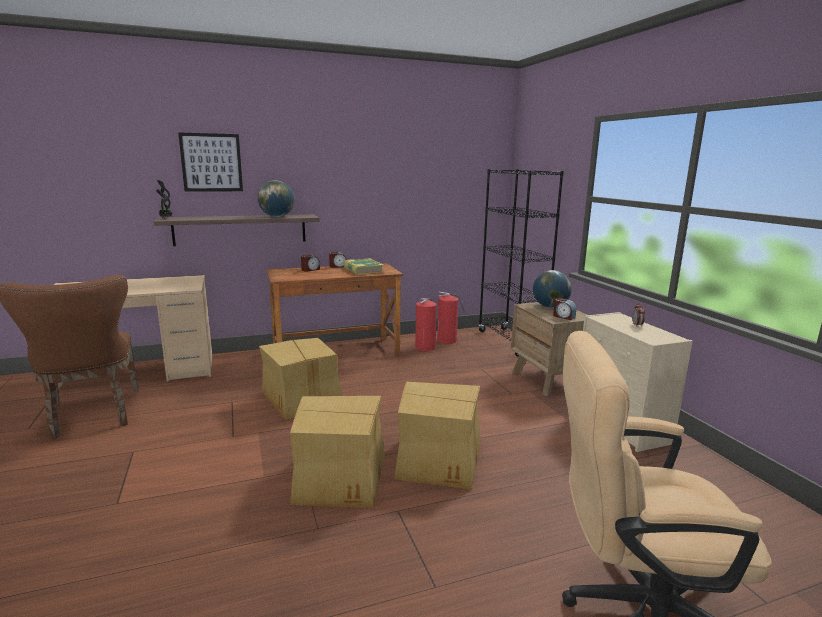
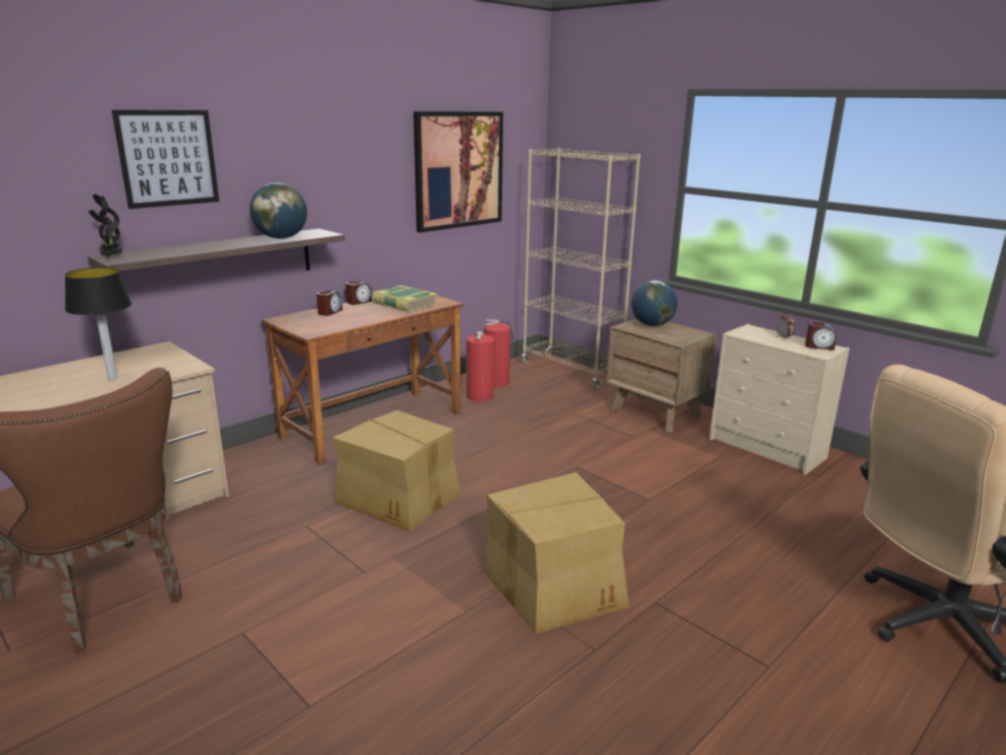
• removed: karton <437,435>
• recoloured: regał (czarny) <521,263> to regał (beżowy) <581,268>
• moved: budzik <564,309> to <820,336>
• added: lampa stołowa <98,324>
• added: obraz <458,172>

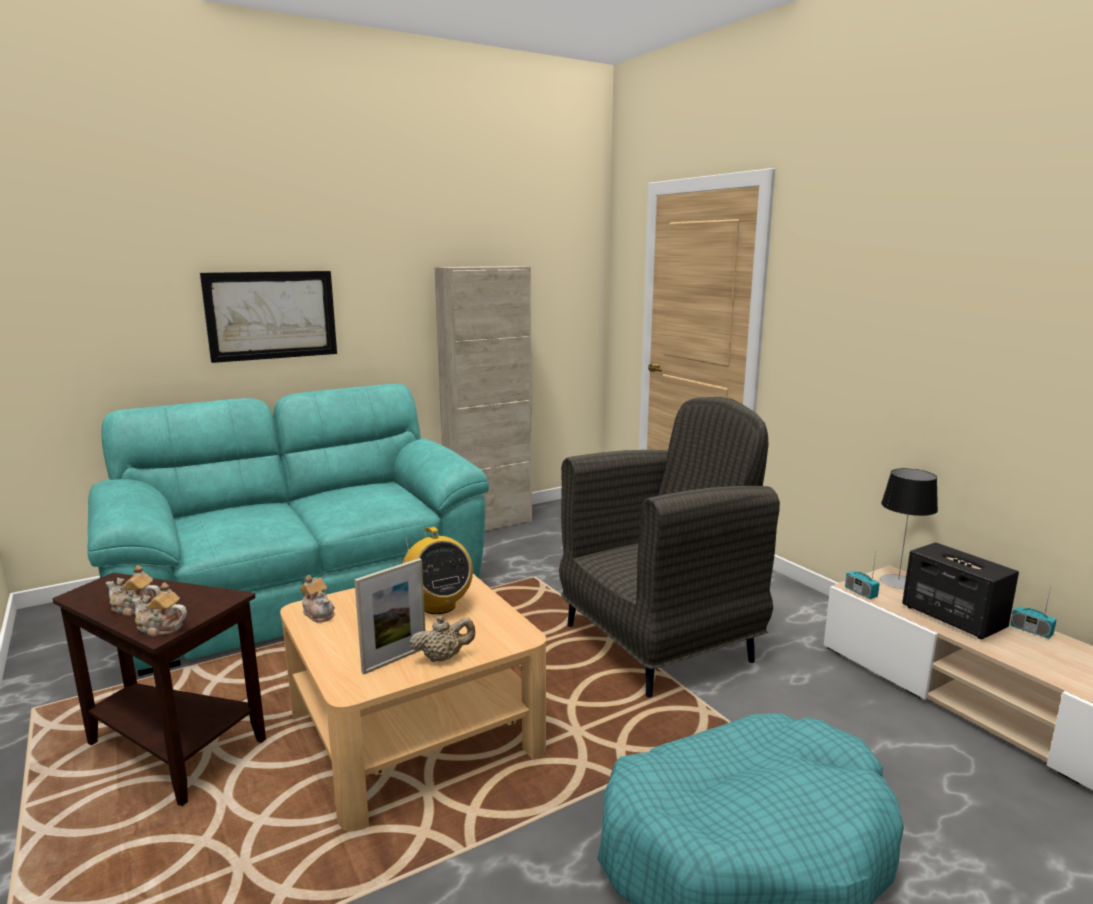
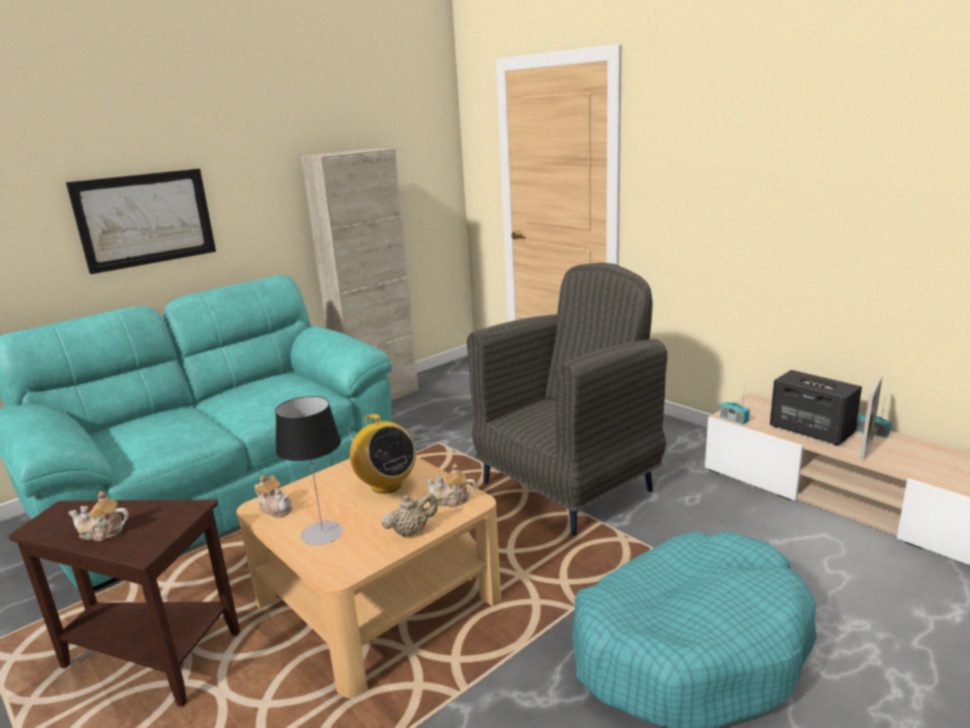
• moved: imbryk <159,609> to <450,485>
• moved: ramka na zdjęcie <389,616> to <870,419>
• moved: lampa stołowa <909,528> to <309,470>

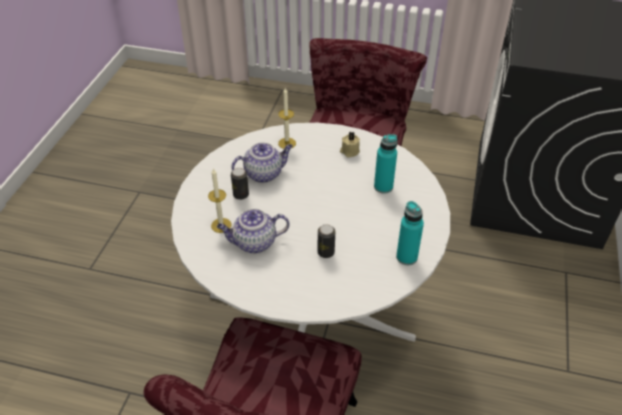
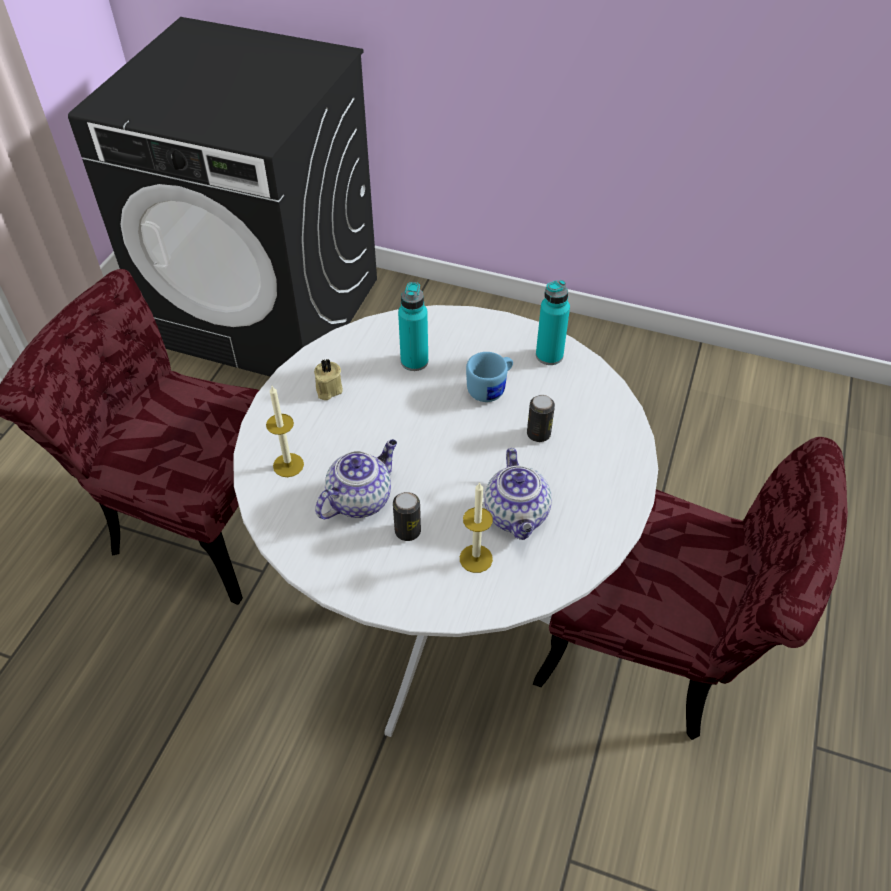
• turned: imbryk <262,163> = <356,479> 60 degrees clockwise
• added: kubek (niebieski) <489,377>

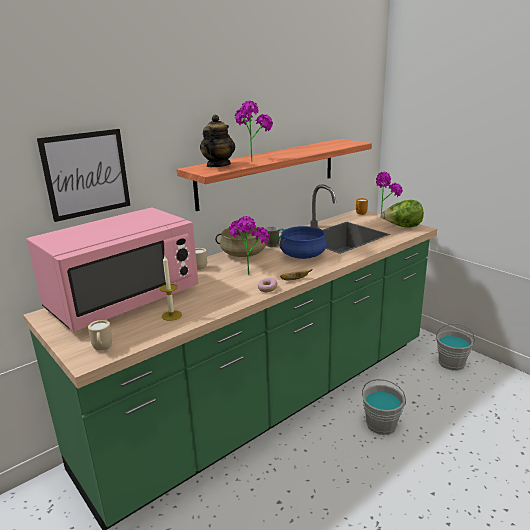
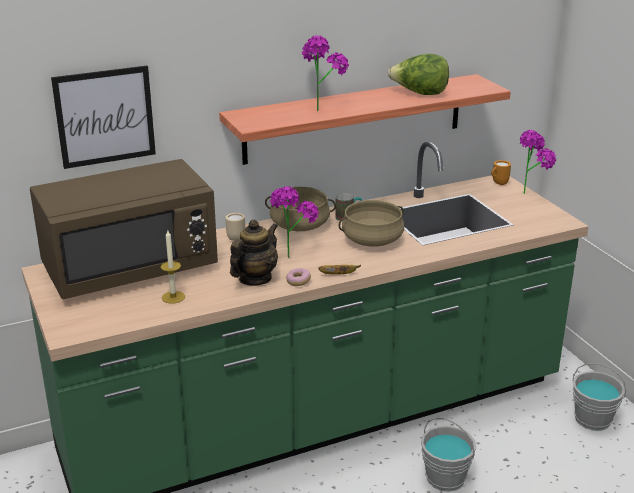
• recoloured: mikrofalówka (różowy) <112,269> to mikrofalówka (brązowy) <124,229>
• removed: kubek (beżowy) <100,335>
• moved: imbryk <217,140> to <254,252>
• recoloured: garnek (niebieski) <303,242> to garnek (beżowy) <371,223>
• moved: sałata <402,214> to <418,74>

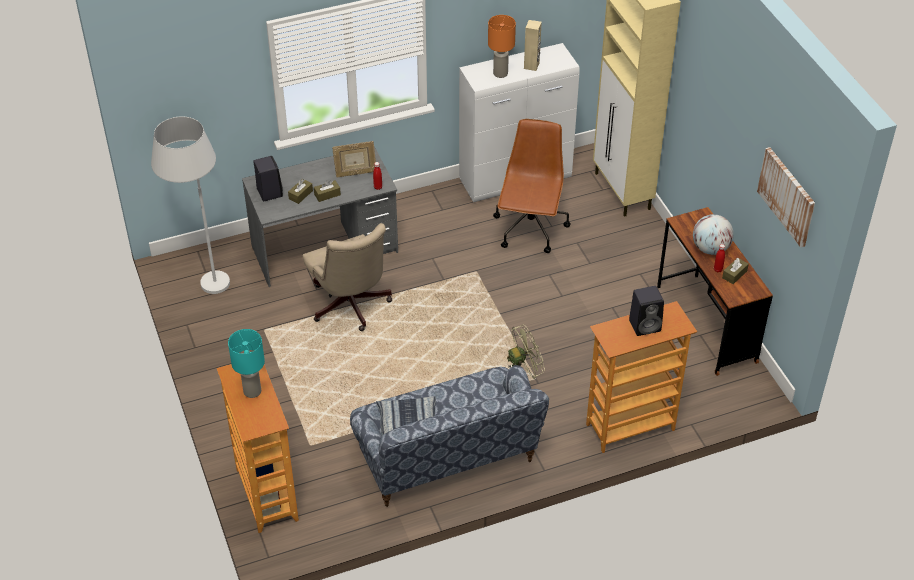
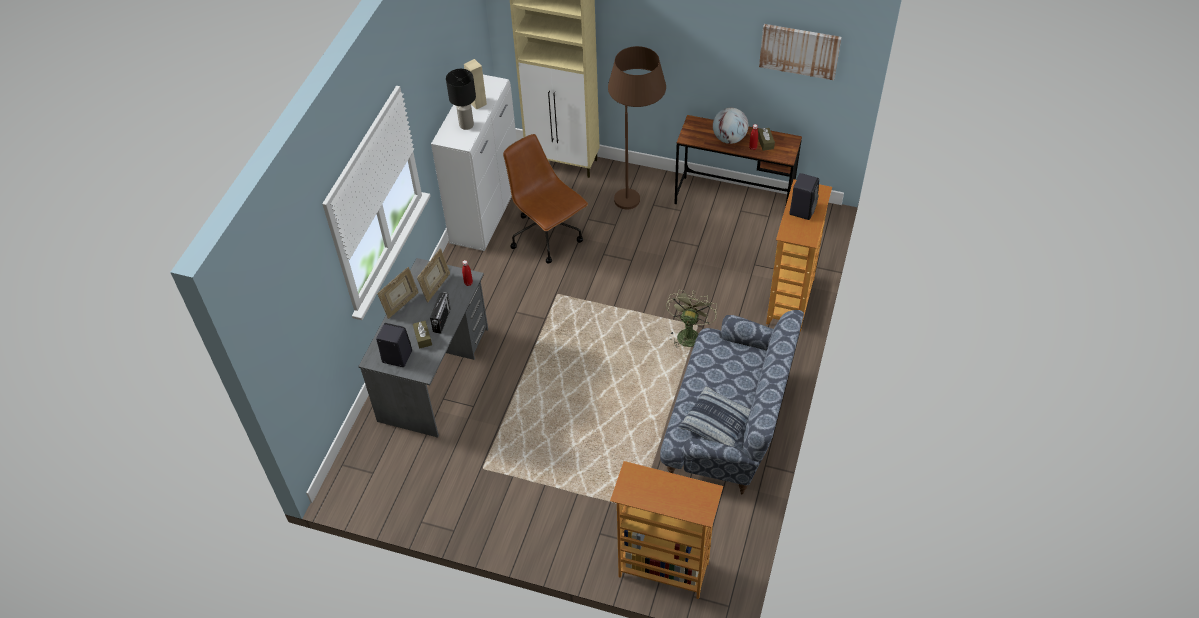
• removed: lampa stojąca (biały) <190,205>
• removed: lampa stołowa (turkusowy) <246,363>
• removed: krzesło biurowe (beżowy) <348,277>
• replaced: pudełko chusteczek (brązowy) <327,191> to radio <440,313>
• recoloured: lampa stołowa (pomarańczowy) <502,46> to lampa stołowa (czarny) <461,99>
• added: ramka na zdjęcie <397,293>
• added: lampa stojąca (brązowy) <637,127>

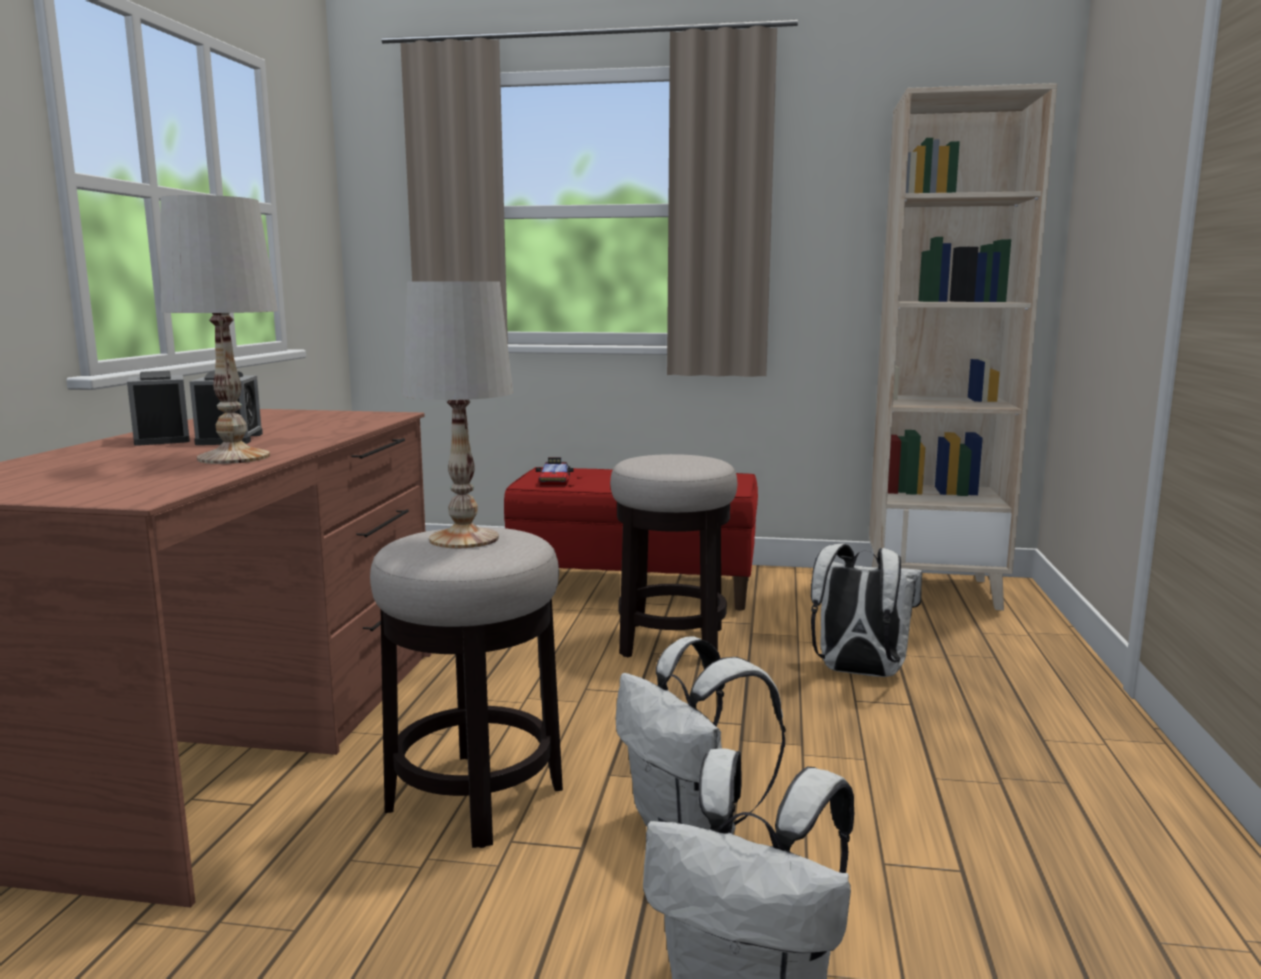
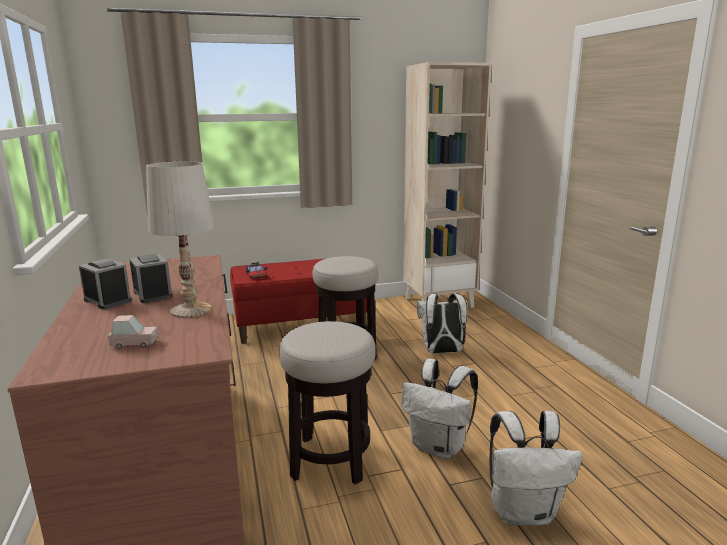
• removed: lampa stołowa (biały) <457,414>
• added: samochodzik (różowy) <133,332>

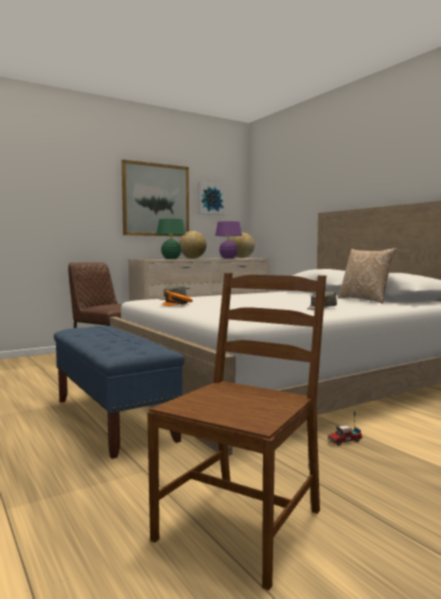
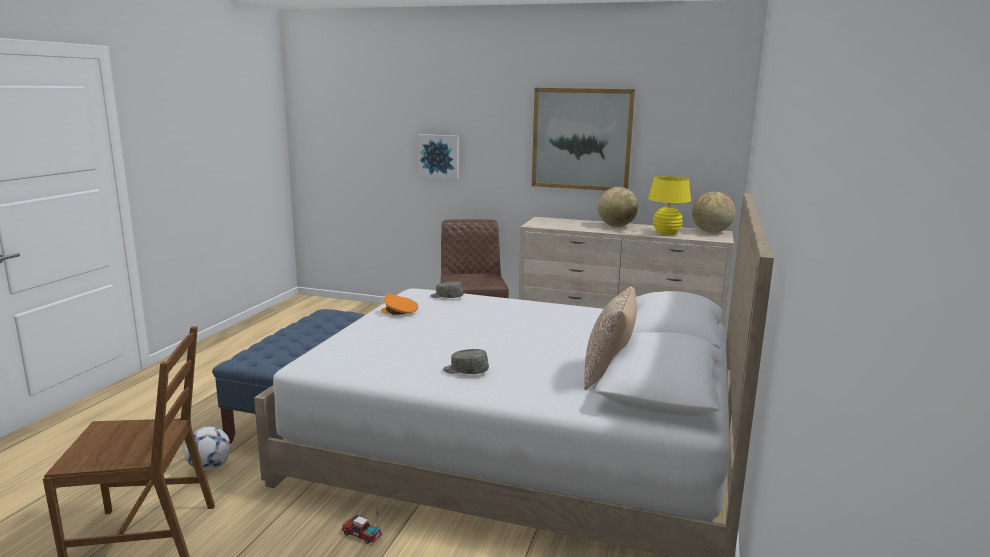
• removed: lampa stołowa (zielony) <171,239>
• moved: obraz <212,198> to <438,156>
• recoloured: lampa stołowa (fioletowy) <228,239> to lampa stołowa (żółty) <669,205>
• added: piłka futbolowa <207,448>

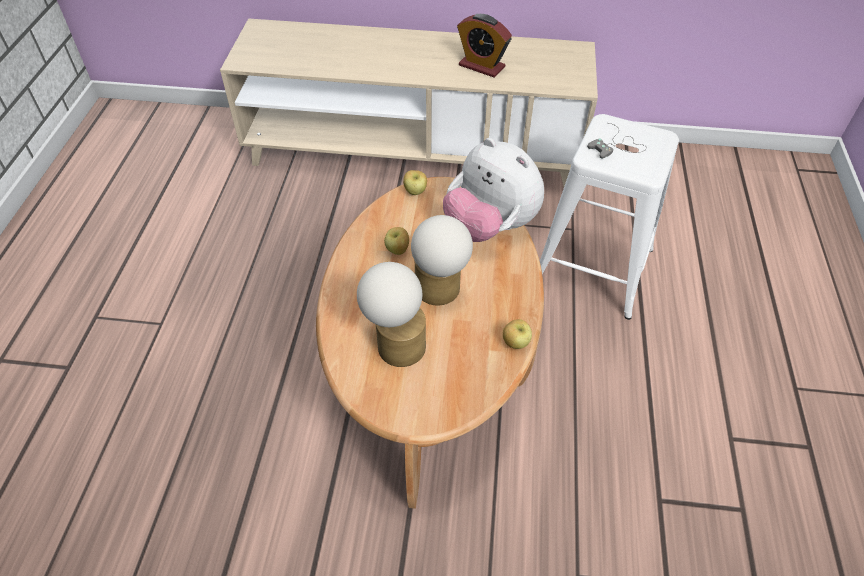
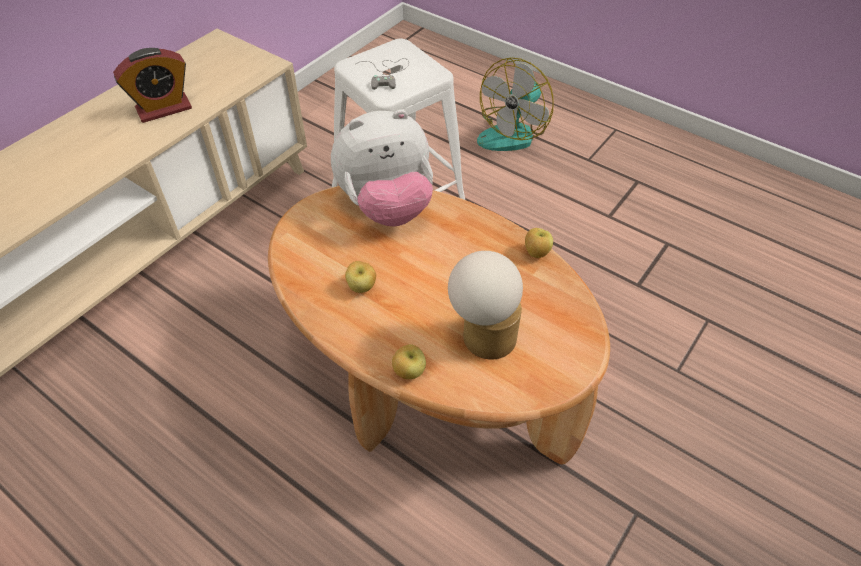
• moved: jabłko <415,182> to <409,361>
• removed: lampa stołowa <442,260>
• added: wentylator <515,104>

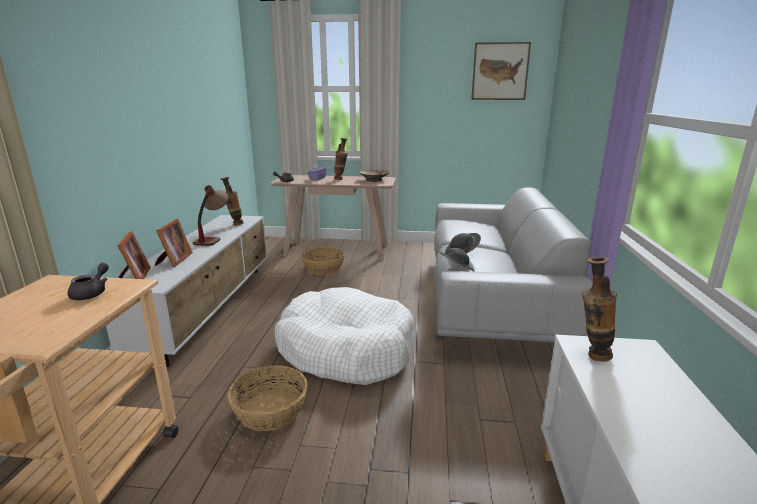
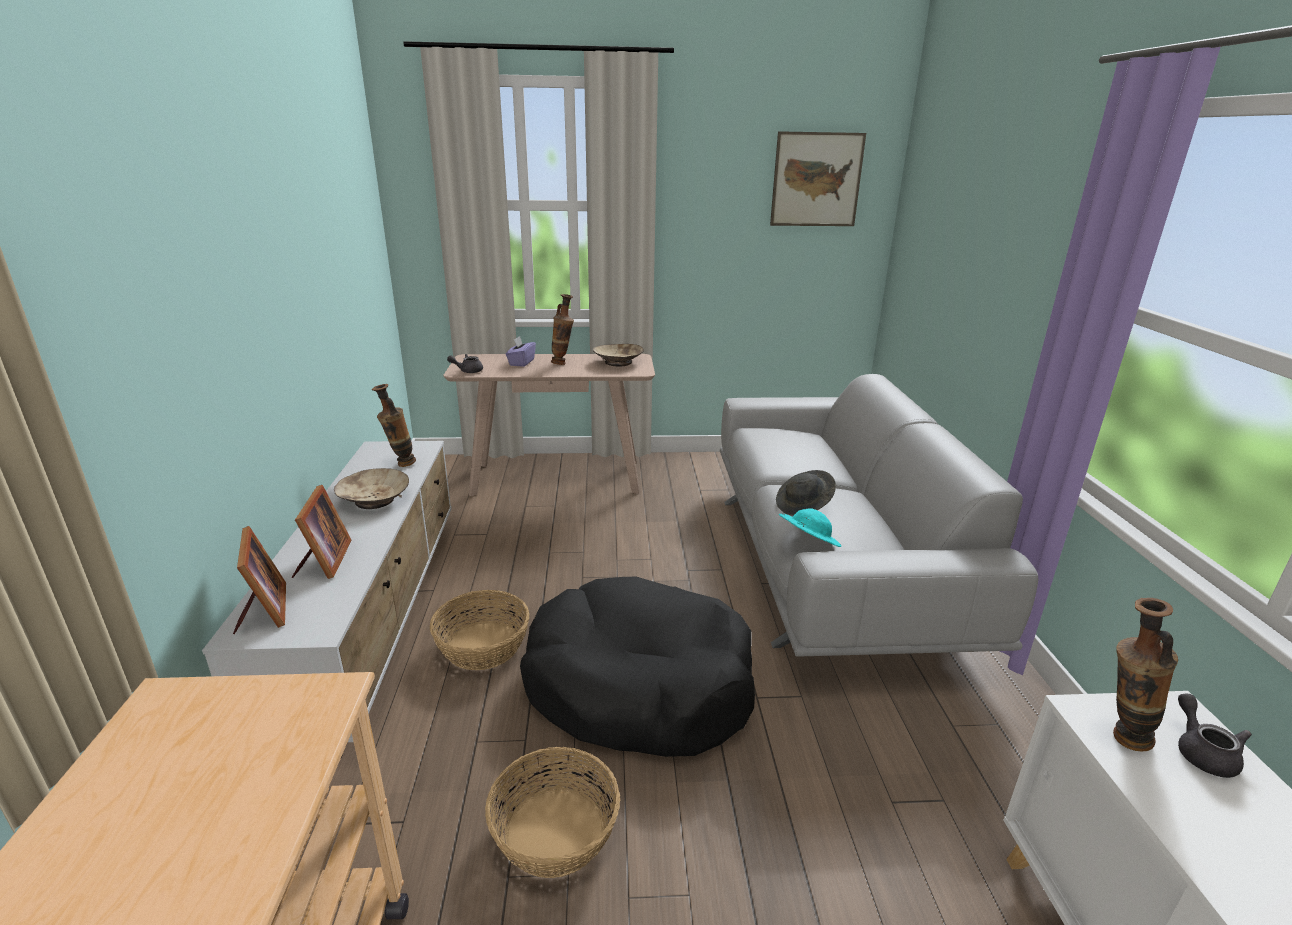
• moved: imbryk (szary) <88,281> to <1215,736>
• replaced: lampa stołowa <210,215> to miska (beżowy) <371,488>
• recoloured: legowisko (biały) <344,336> to legowisko (czarny) <637,667>
• moved: koszyk <323,261> to <479,630>
• recoloured: kapelusz (szary) <456,259> to kapelusz (turkusowy) <810,527>

